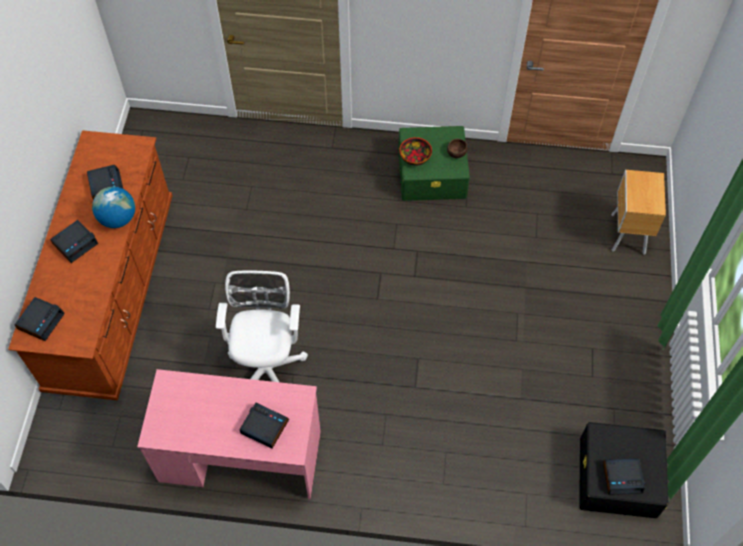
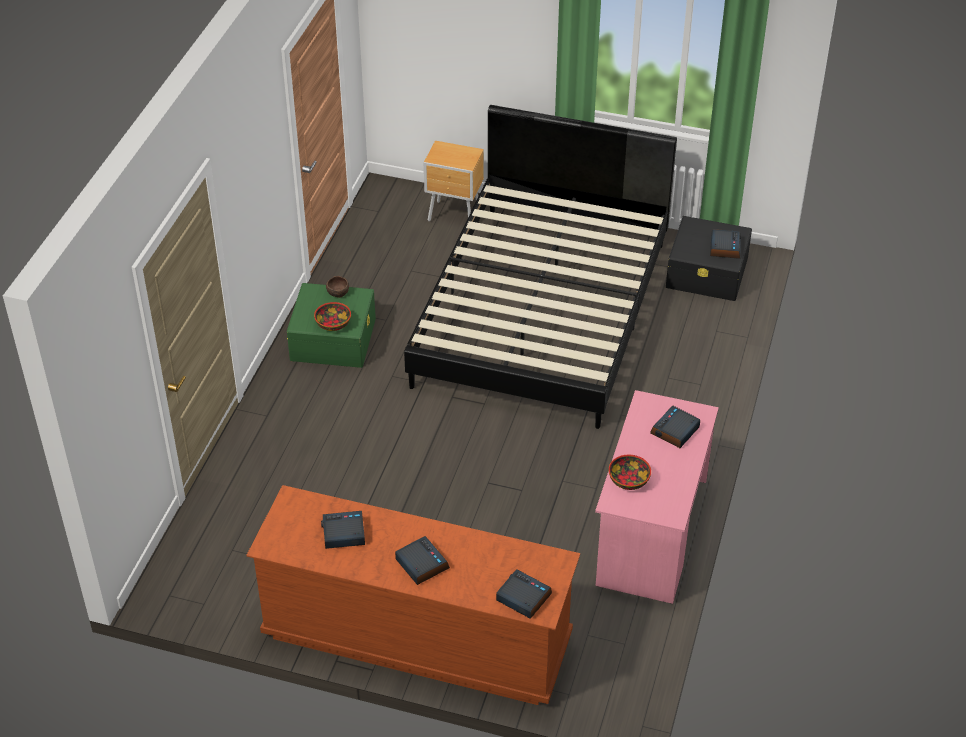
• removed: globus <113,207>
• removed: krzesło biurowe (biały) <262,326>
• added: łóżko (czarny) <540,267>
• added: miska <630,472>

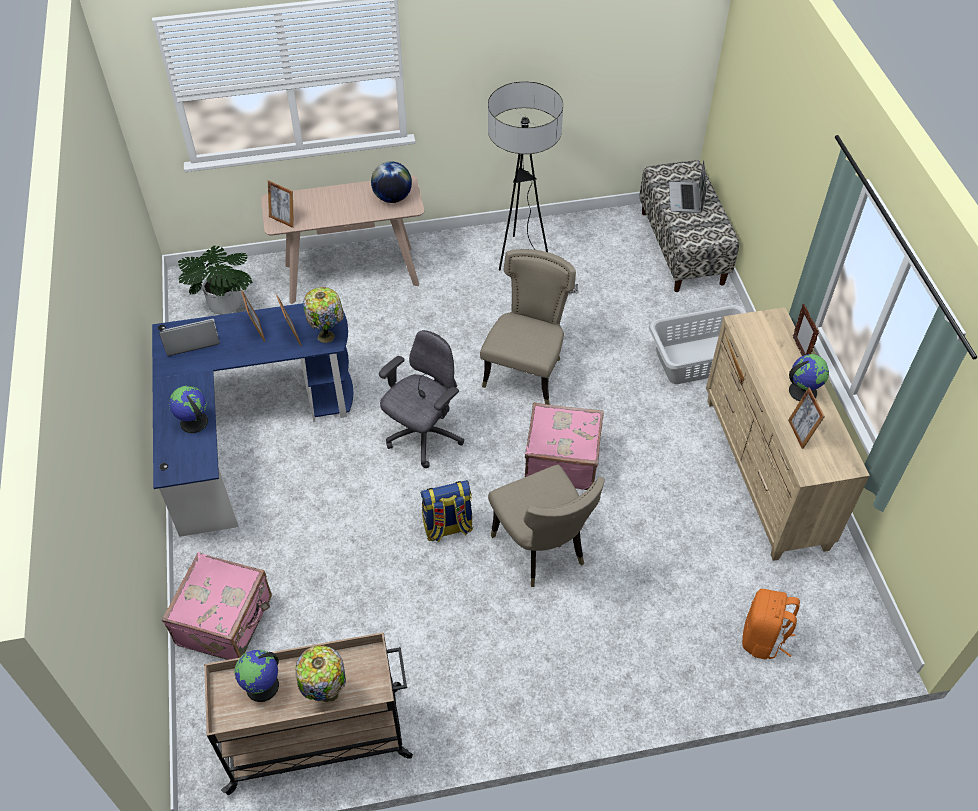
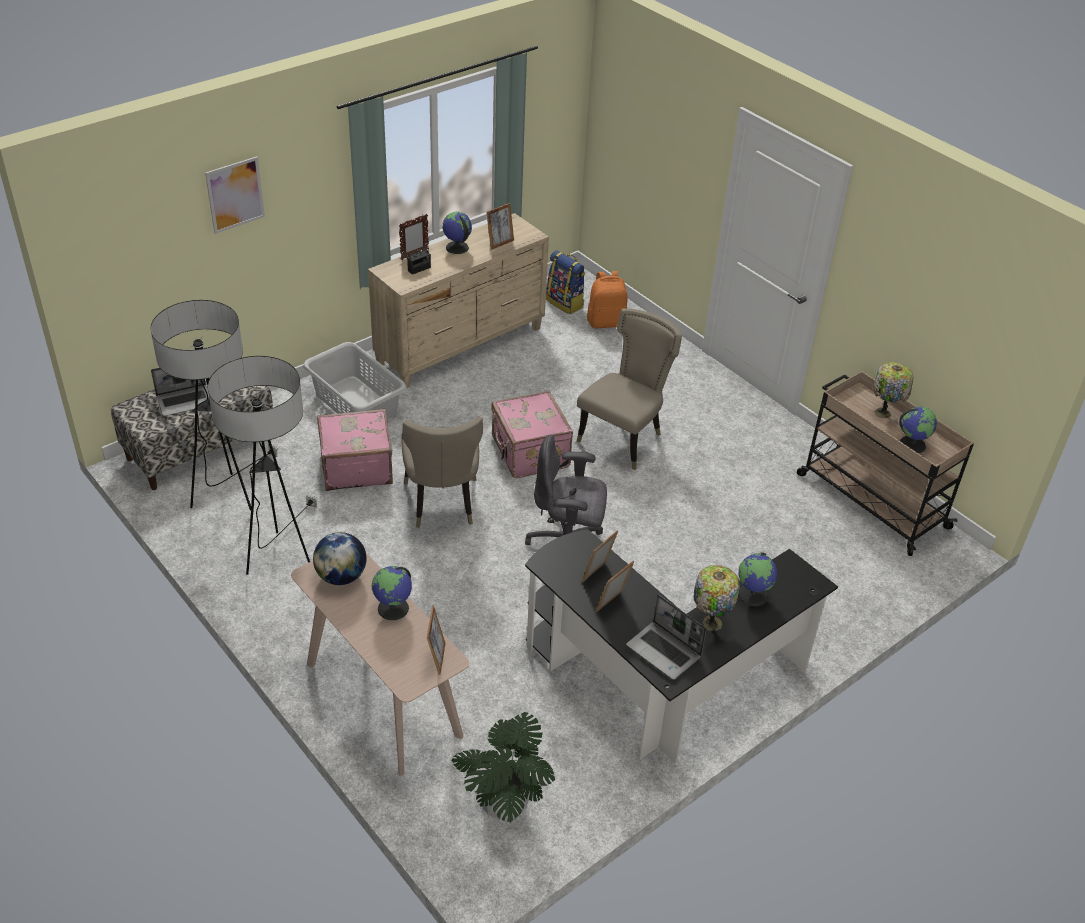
• recoloured: biurko (niebieski) <252,420> to biurko (czarny) <681,646>
• moved: walizka (różowy) <217,606> to <355,450>
• moved: lampa stołowa <323,315> to <717,598>
• moved: plecak <446,511> to <565,282>
• turned: krzesło (beżowy) <528,327> = <442,472> 90 degrees counterclockwise
• added: lampa stojąca <214,405>
• added: obraz <235,195>
• added: globus <392,593>
• added: radio <419,257>

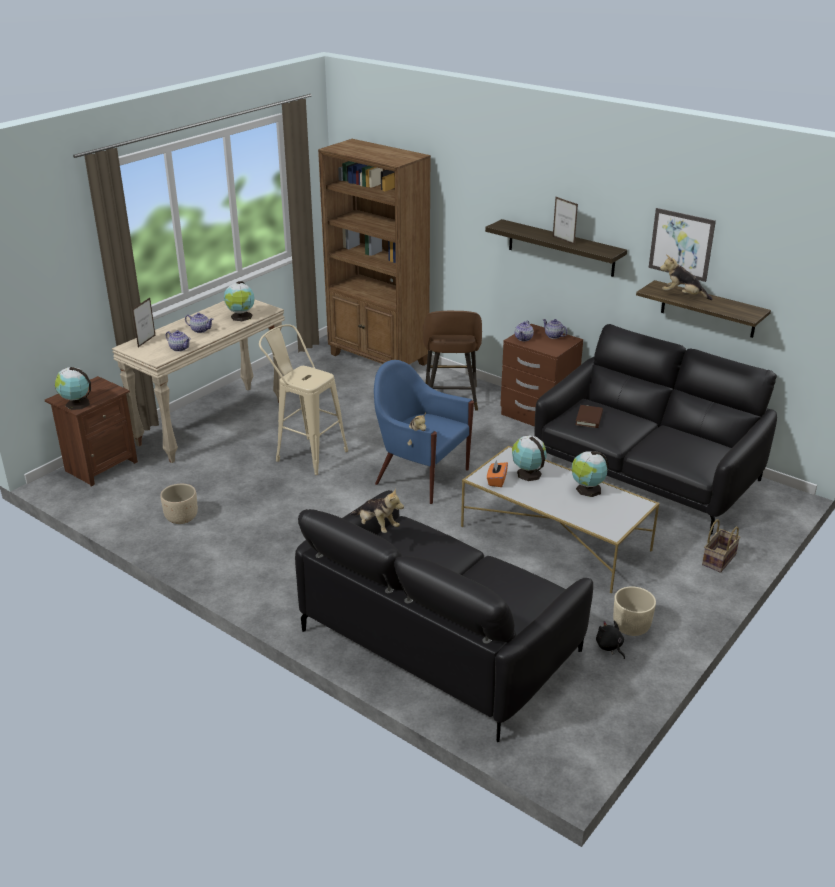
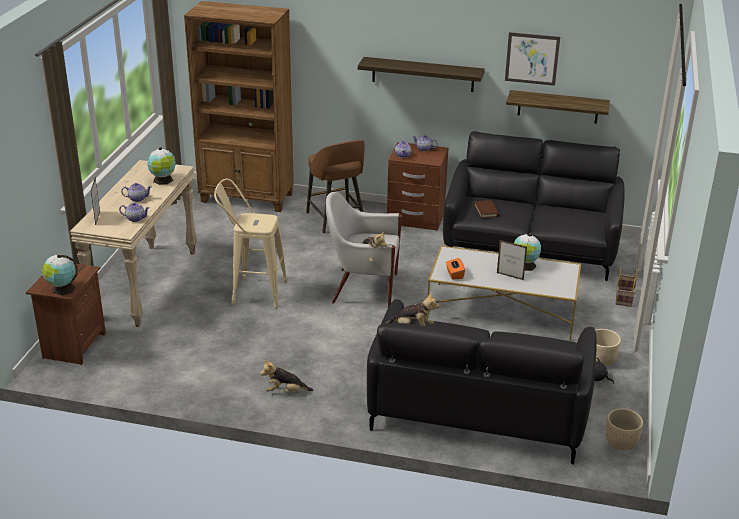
• moved: donica (beżowy) <179,504> to <624,429>
• recoloured: fotel (niebieski) <424,432> to fotel (biały) <364,250>
• removed: globus <529,458>
• moved: ramka na zdjęcie <565,221> to <512,260>
• moved: pluszak <686,277> to <286,376>

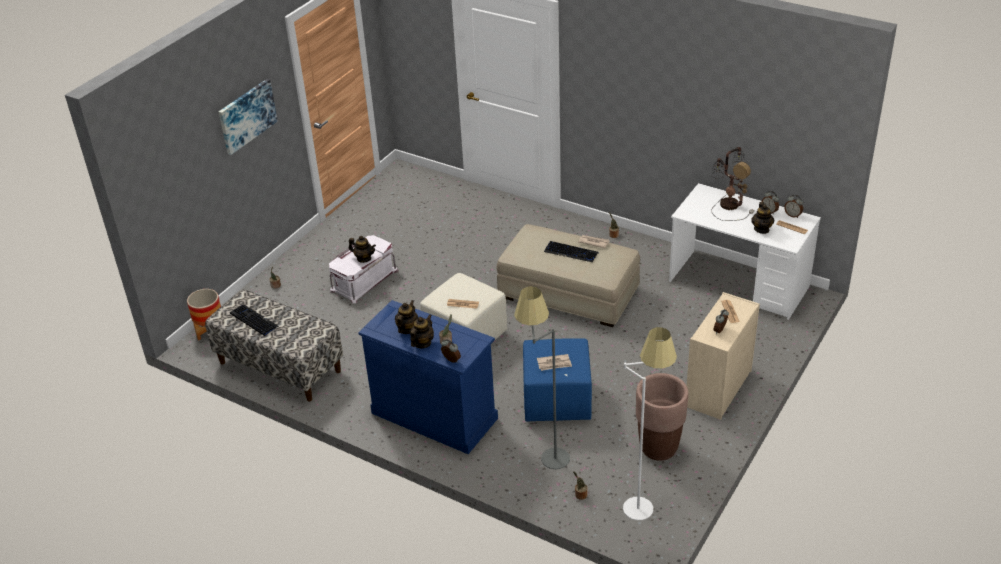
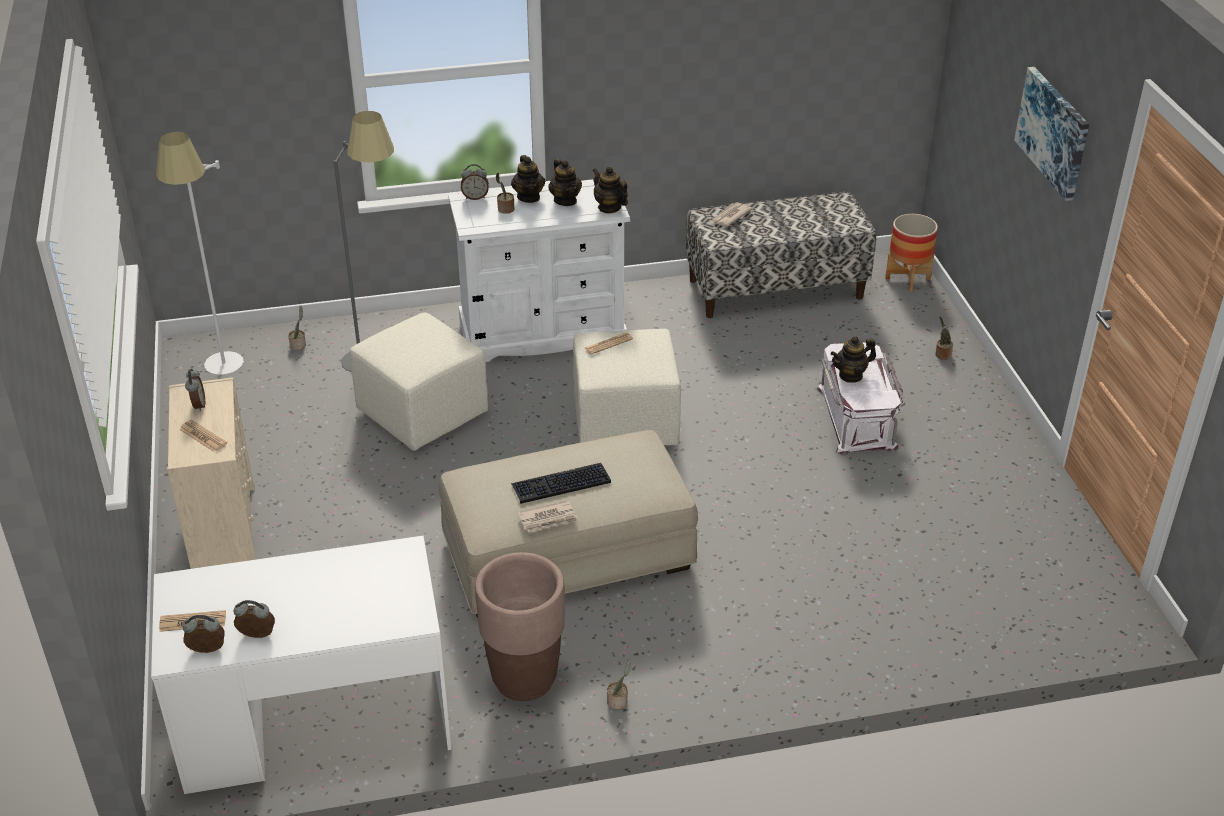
• removed: klawiatura <254,320>
• recoloured: komoda (niebieski) <428,377> to komoda (biały) <539,270>
• recoloured: pufa (niebieski) <557,380> to pufa (beżowy) <419,382>
• moved: gazeta <554,362> to <731,214>
• moved: donica (brązowy) <662,417> to <520,626>
• removed: lampa stołowa <732,184>
• moved: imbryk <762,218> to <610,189>

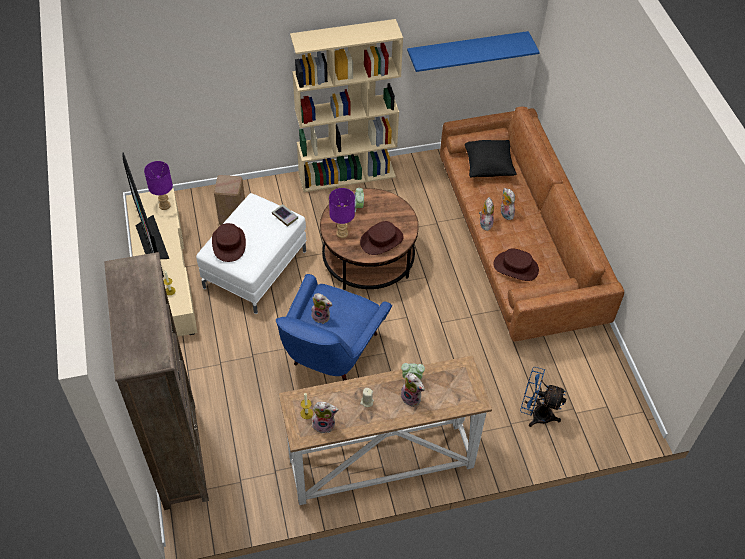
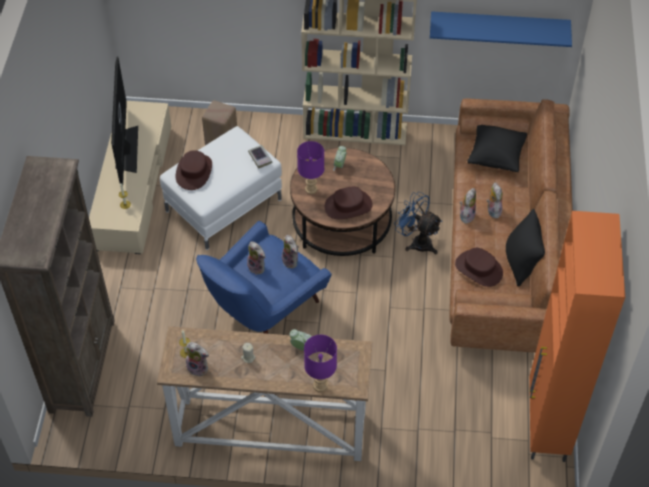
• moved: lampa stołowa (fioletowy) <158,185> to <320,363>
• moved: pluszak <413,390> to <290,251>
• moved: wentylator (niebieski) <543,397> to <418,223>
• added: poduszka (czarny) <525,247>
• added: szafka (pomarańczowy) <577,336>

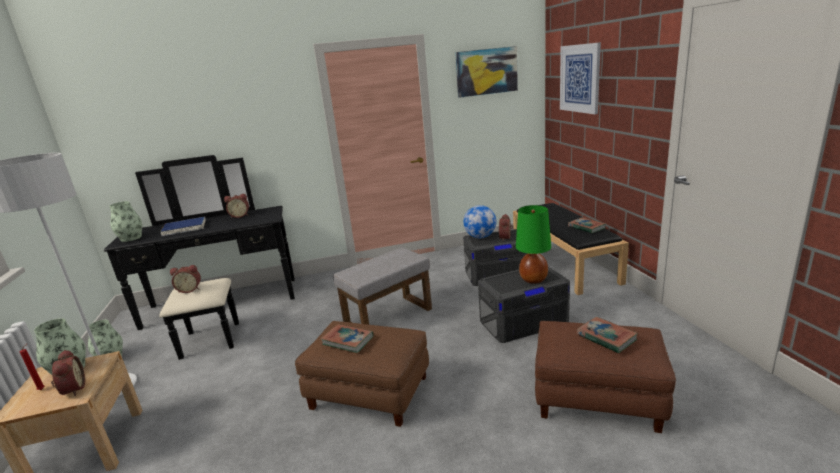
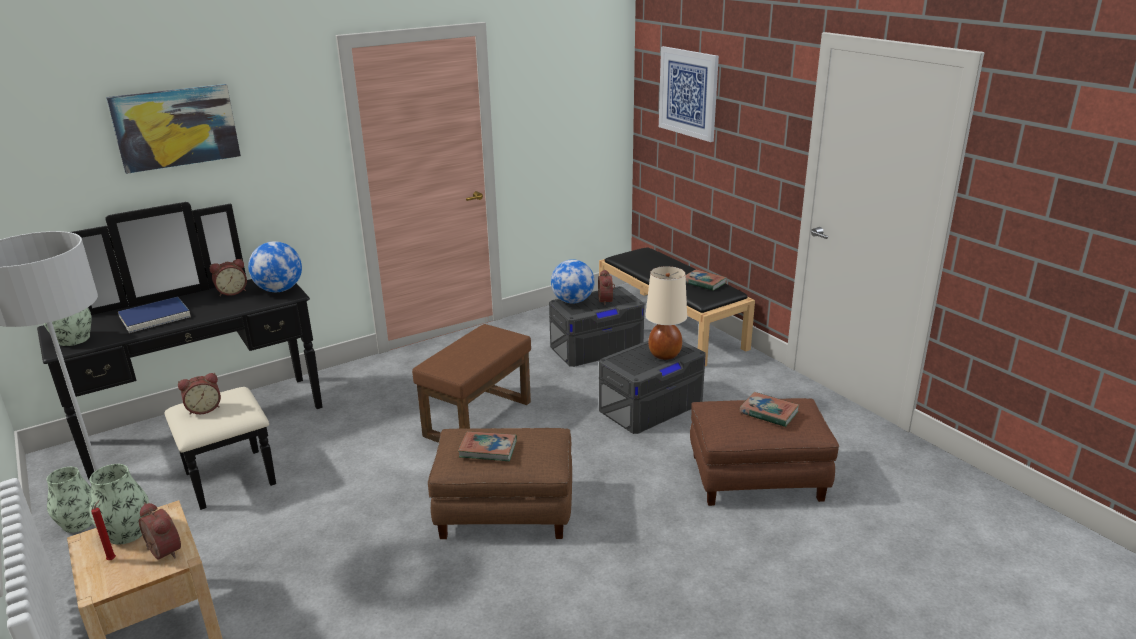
• recoloured: pufa (szary) <382,286> to pufa (brązowy) <471,383>
• moved: obraz <486,72> to <173,129>
• recoloured: lampa stołowa (zielony) <533,244> to lampa stołowa (beżowy) <666,313>
• added: globus <275,266>

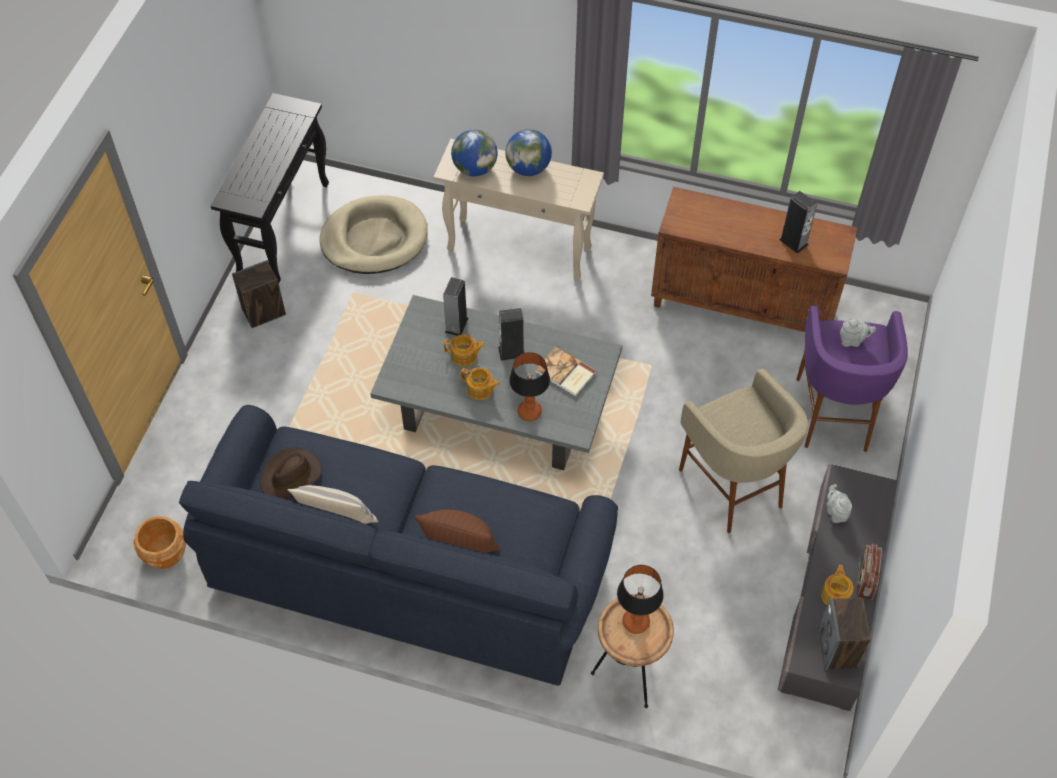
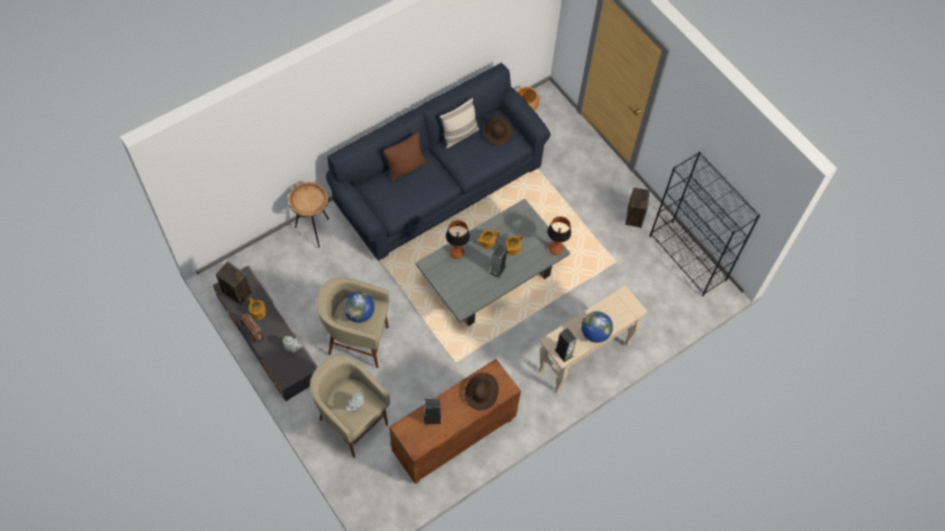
• replaced: stolik konsolowy (czarny) <270,188> to regał (czarny) <704,224>
• removed: legowisko (beżowy) <374,234>
• moved: głośnik <455,306> to <566,345>
• moved: globus <474,153> to <359,307>
• removed: książka <566,371>
• moved: lampa stołowa <640,599> to <559,235>
• recoloured: stołek (fioletowy) <852,379> to stołek (beżowy) <350,407>
• added: kapelusz (brązowy) <482,391>

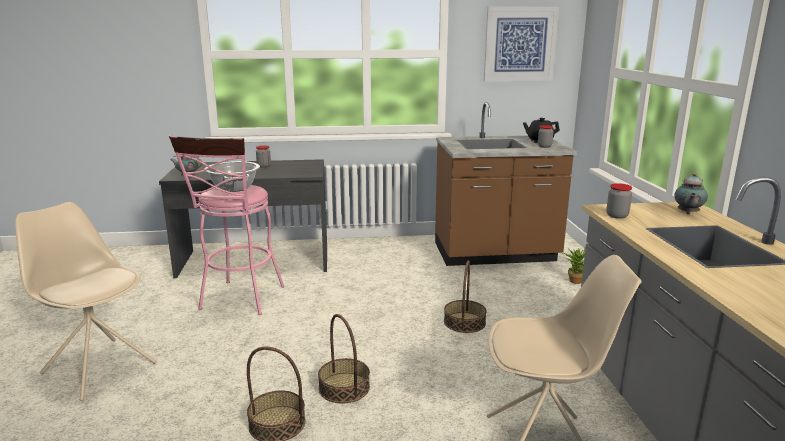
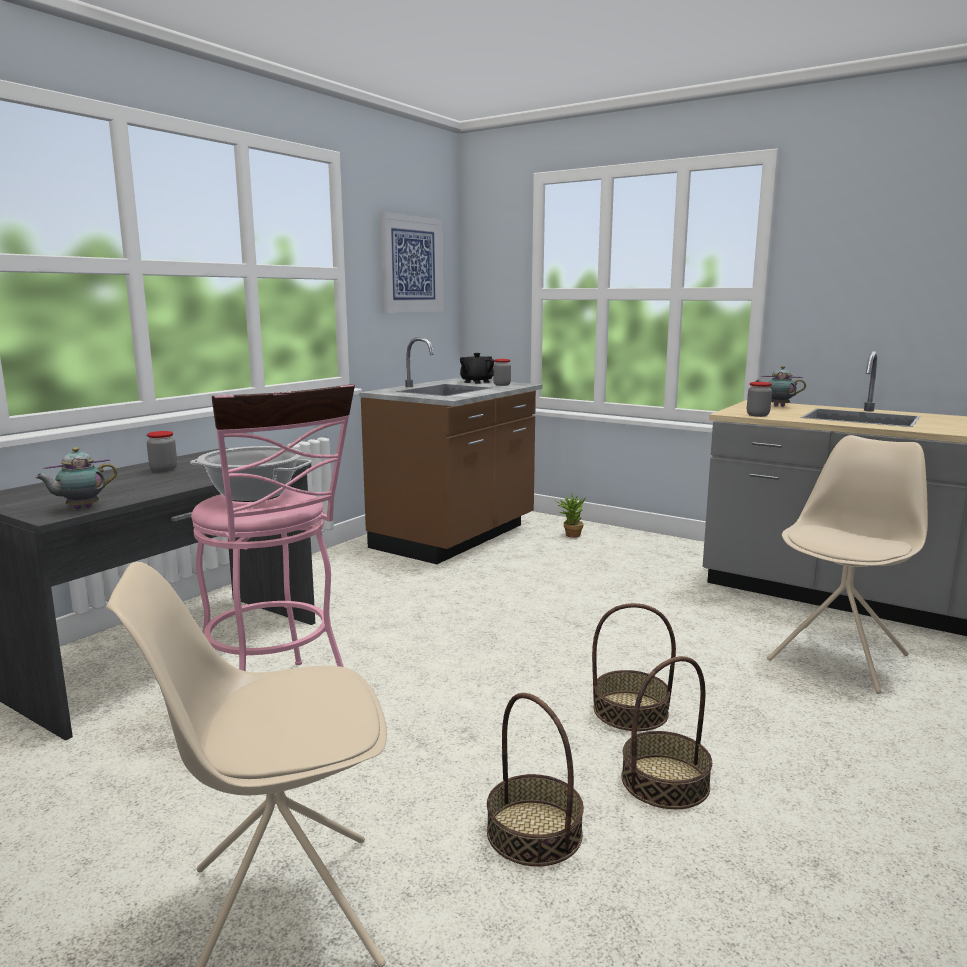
• moved: koszyk <465,297> to <535,779>
• turned: imbryk <691,193> = <780,386> 135 degrees clockwise

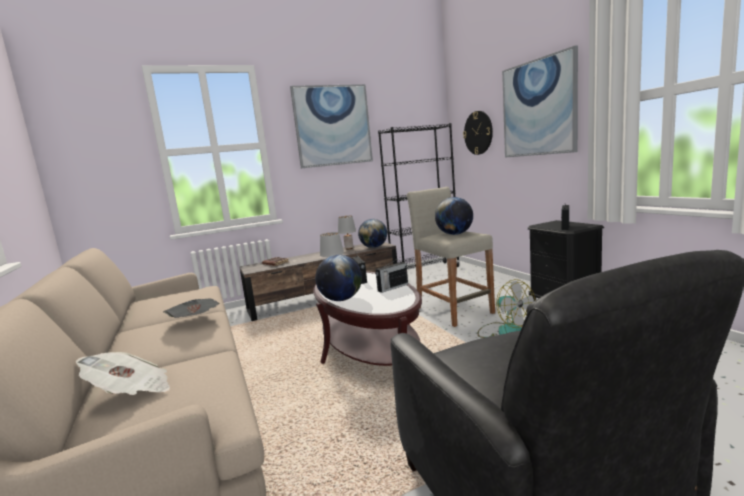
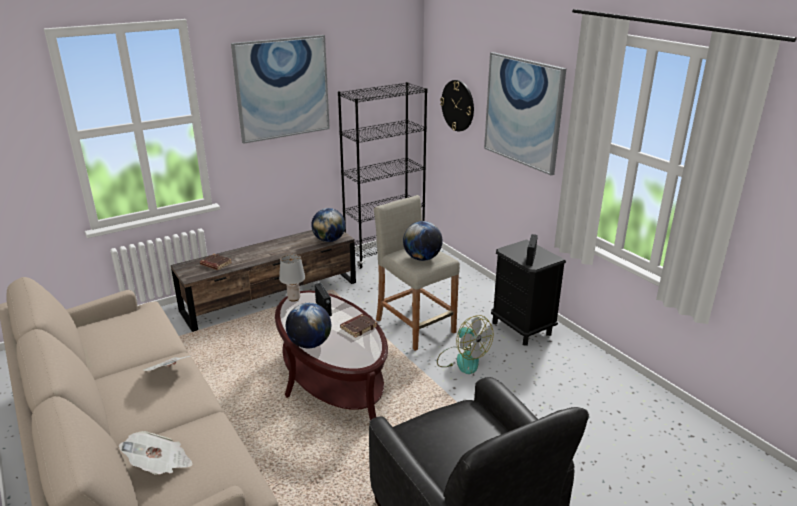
• removed: lampa stołowa (szary) <347,233>
• replaced: radio <392,276> to książka (brązowy) <358,326>

